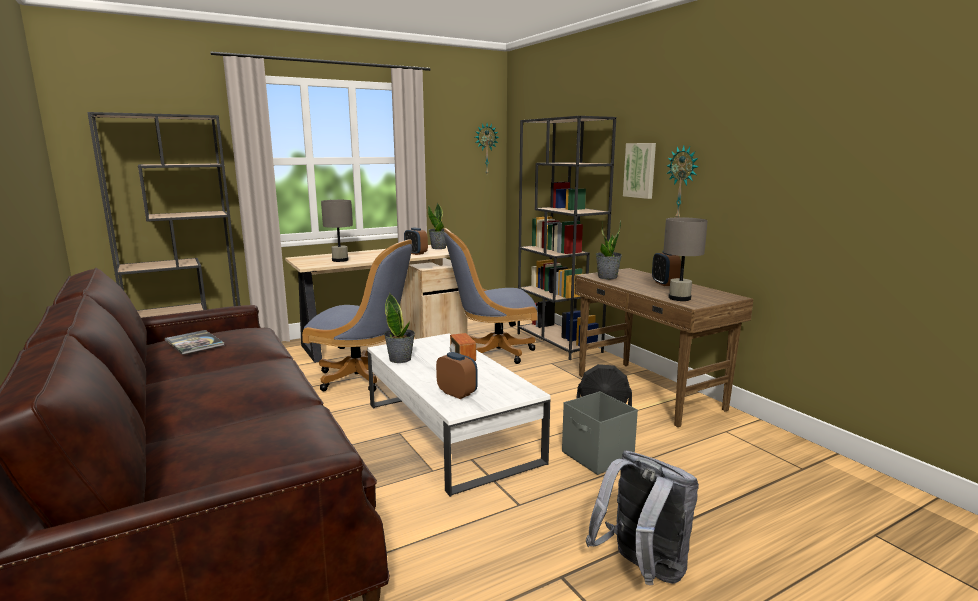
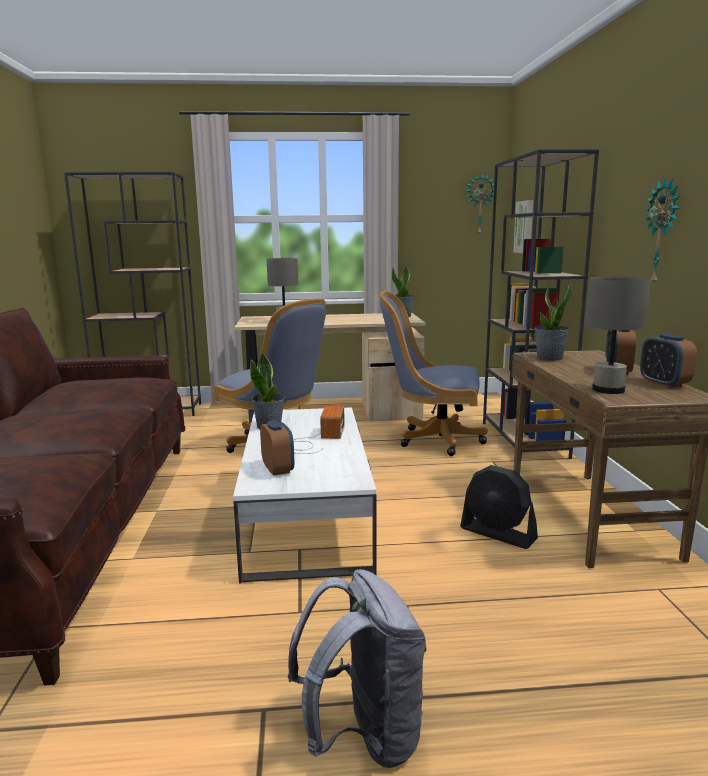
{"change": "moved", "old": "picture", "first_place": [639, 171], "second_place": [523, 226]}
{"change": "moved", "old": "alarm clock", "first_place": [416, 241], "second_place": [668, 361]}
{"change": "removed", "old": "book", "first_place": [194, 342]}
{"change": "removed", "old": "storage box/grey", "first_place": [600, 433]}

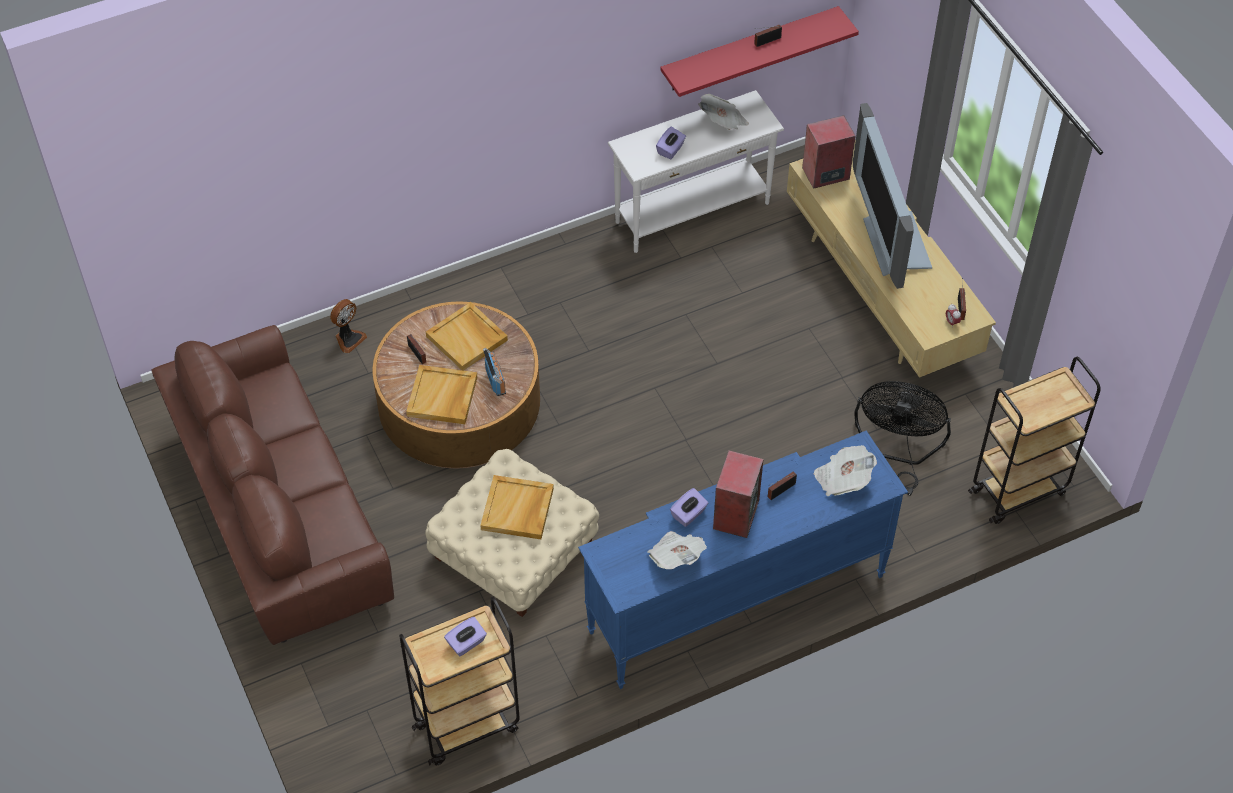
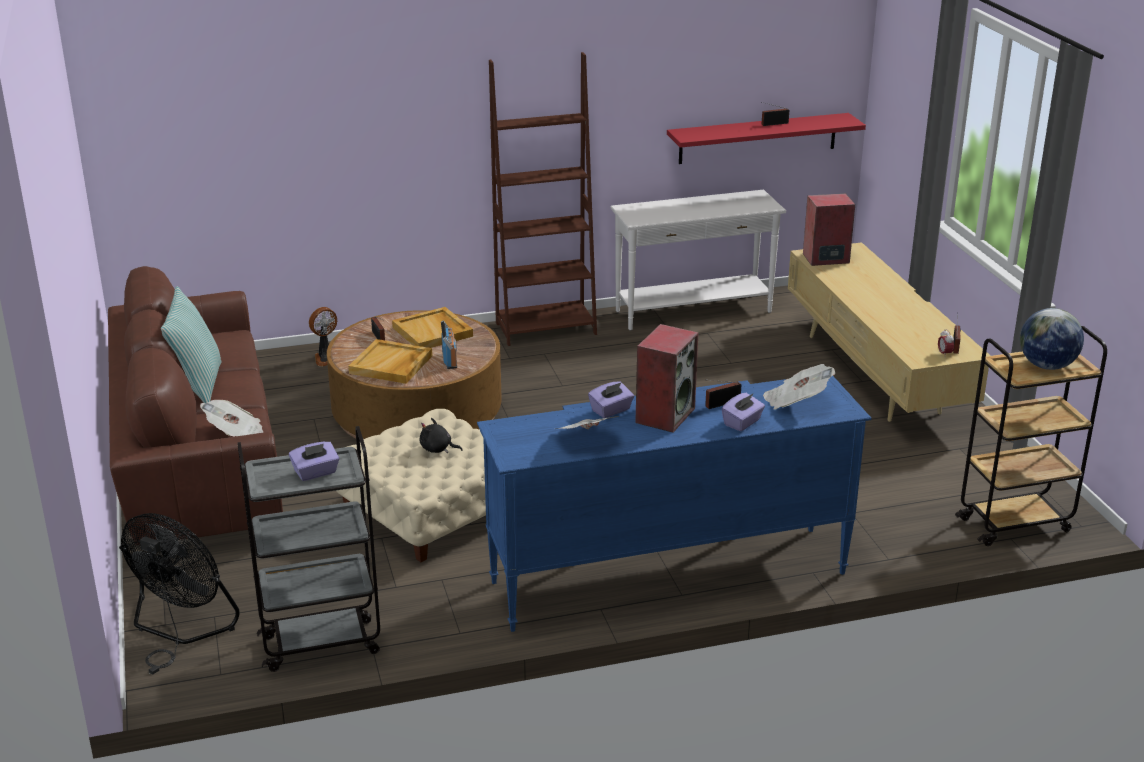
{"change": "moved", "old": "fan/black", "first_place": [902, 438], "second_place": [179, 594]}
{"change": "added", "new": "pillow", "second_place": [191, 344]}
{"change": "moved", "old": "newspaper", "first_place": [723, 112], "second_place": [231, 418]}
{"change": "recoloured", "old": "cart/brown", "new": "cart/grey", "first_place": [459, 681], "second_place": [308, 549]}
{"change": "replaced", "old": "tray/beige", "new": "plush toy/black", "first_place": [517, 507], "second_place": [441, 435]}
{"change": "added", "new": "bookcase/brown", "second_place": [543, 199]}
{"change": "moved", "old": "tissue box/purple", "first_place": [671, 142], "second_place": [743, 412]}
{"change": "added", "new": "globe", "second_place": [1052, 339]}
{"change": "removed", "old": "television", "first_place": [892, 196]}

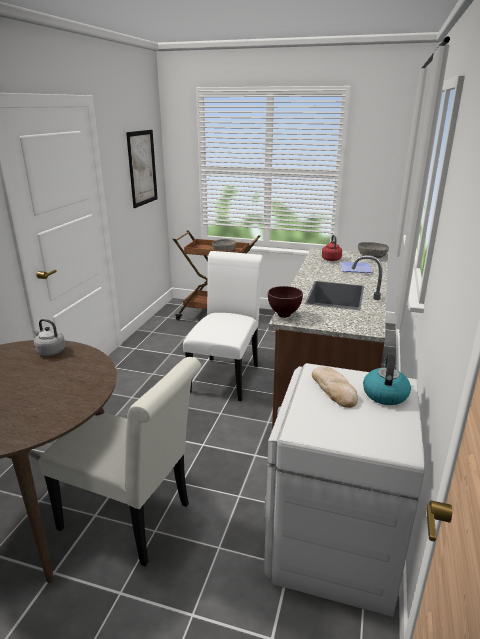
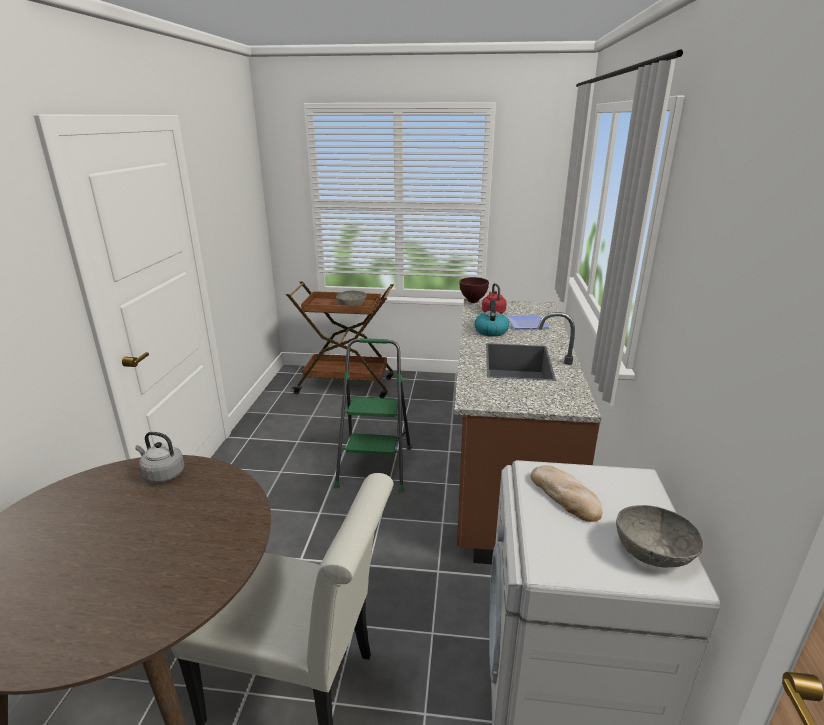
{"change": "replaced", "old": "chair/white", "new": "step ladder/green", "first_place": [223, 326], "second_place": [372, 415]}
{"change": "moved", "old": "bowl/brown", "first_place": [285, 302], "second_place": [474, 290]}
{"change": "moved", "old": "kettle", "first_place": [387, 379], "second_place": [491, 318]}
{"change": "moved", "old": "bowl/grey", "first_place": [373, 250], "second_place": [660, 536]}
{"change": "removed", "old": "picture", "first_place": [142, 169]}

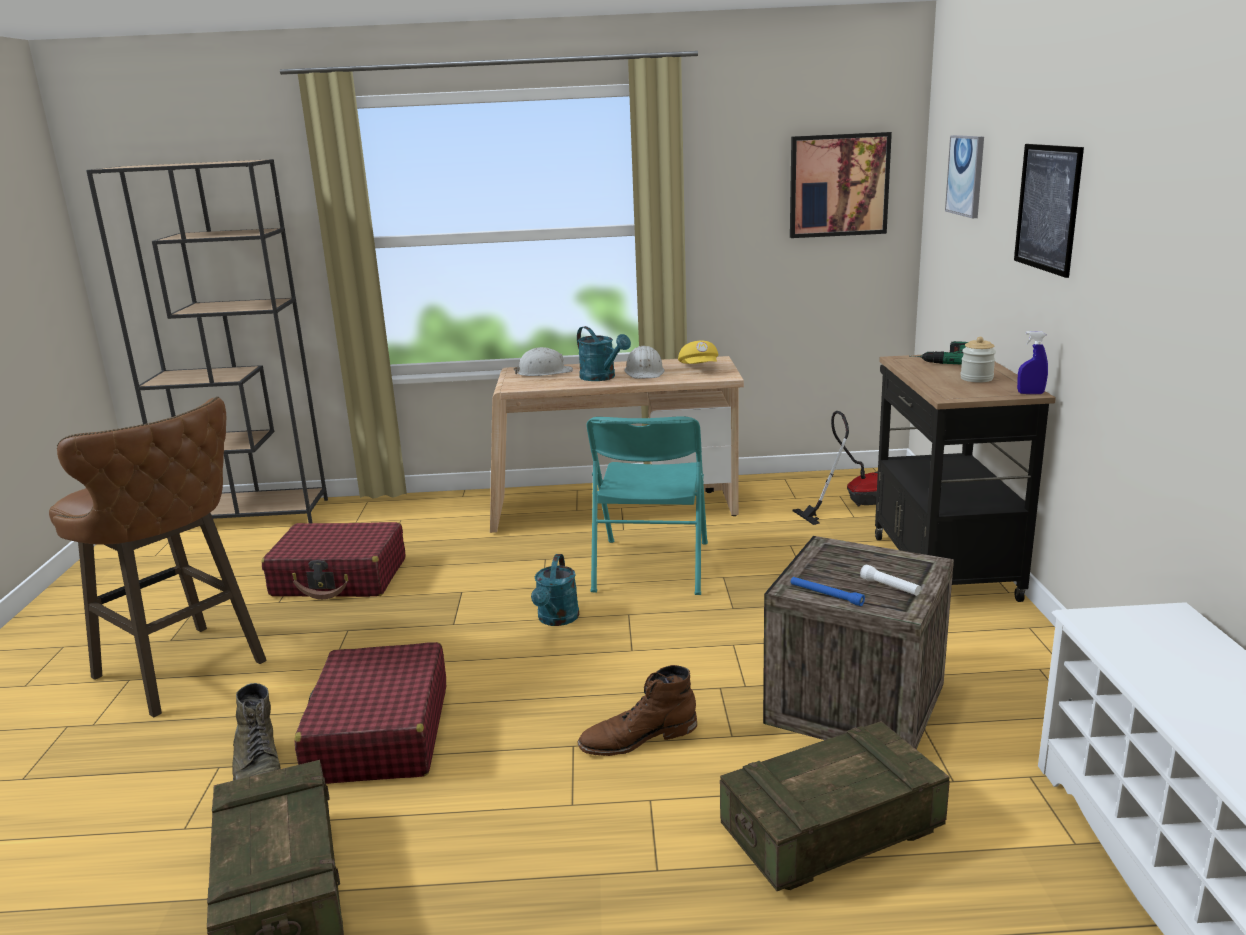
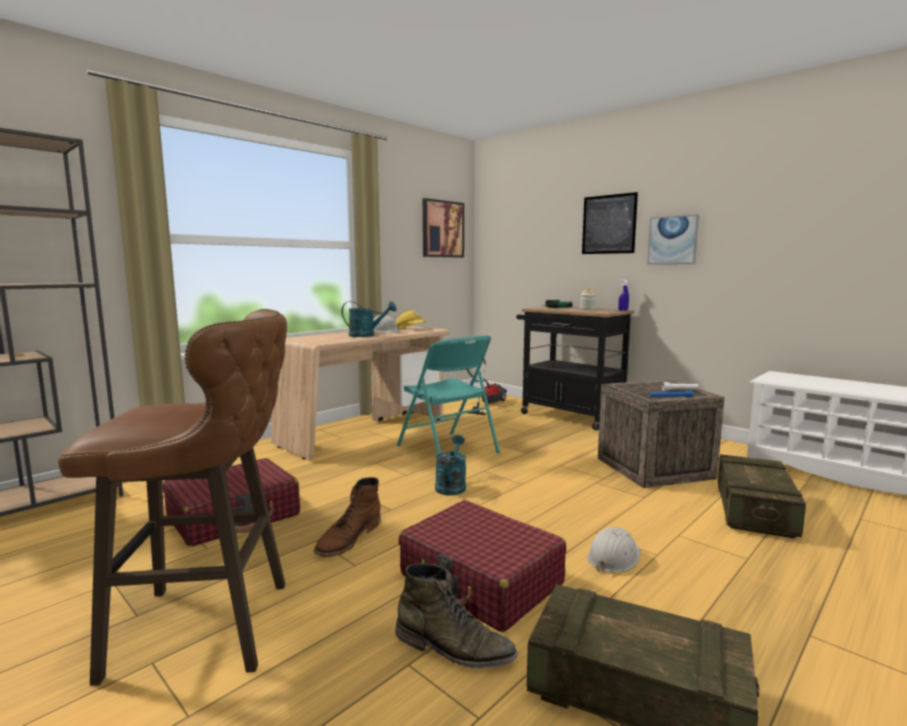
{"change": "moved", "old": "boot/brown", "first_place": [637, 710], "second_place": [347, 517]}
{"change": "turned", "old": "watering can/turquoise", "first_place": [555, 590], "second_place": [450, 465], "degrees": -135}
{"change": "moved", "old": "hard hat/white", "first_place": [543, 361], "second_place": [613, 550]}
{"change": "moved", "old": "picture", "first_place": [964, 176], "second_place": [673, 239]}

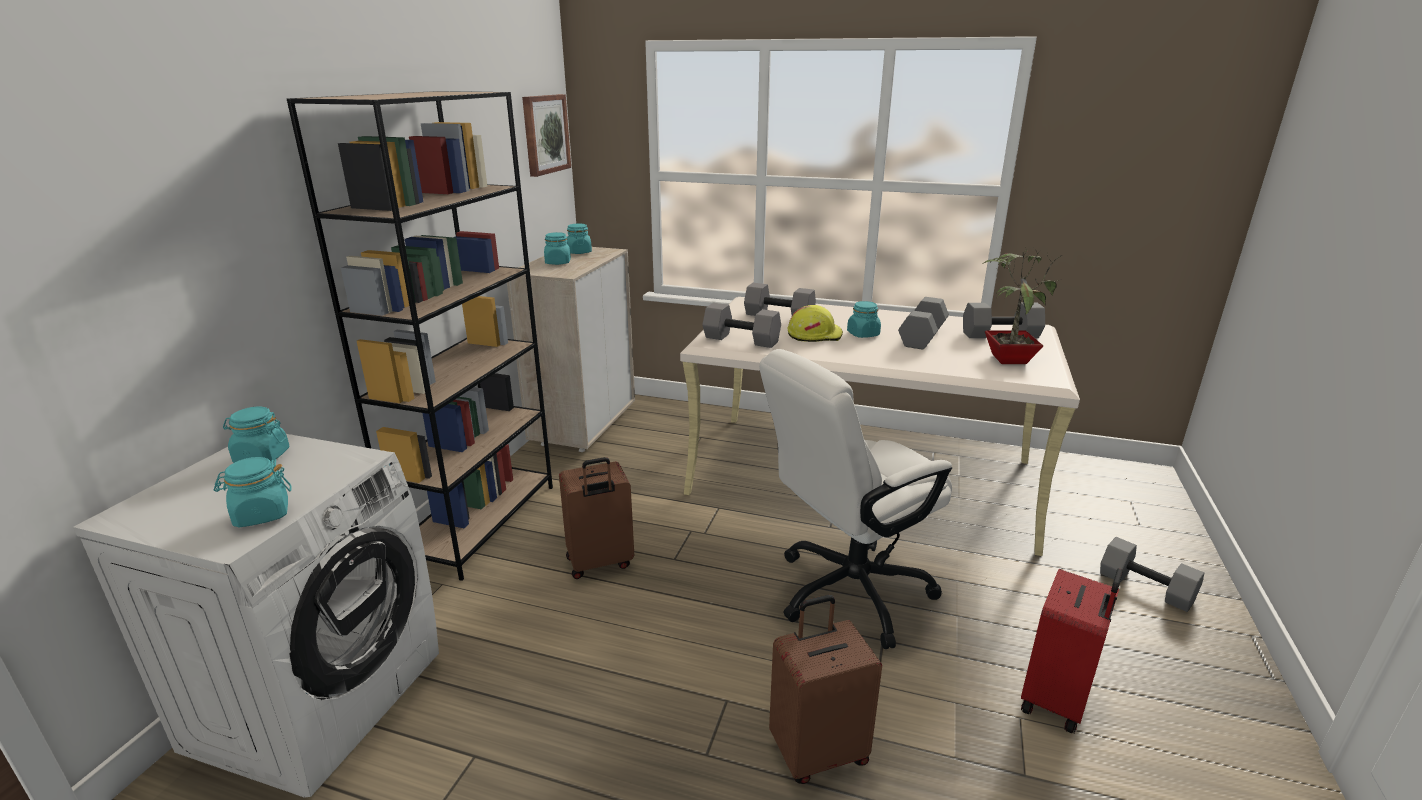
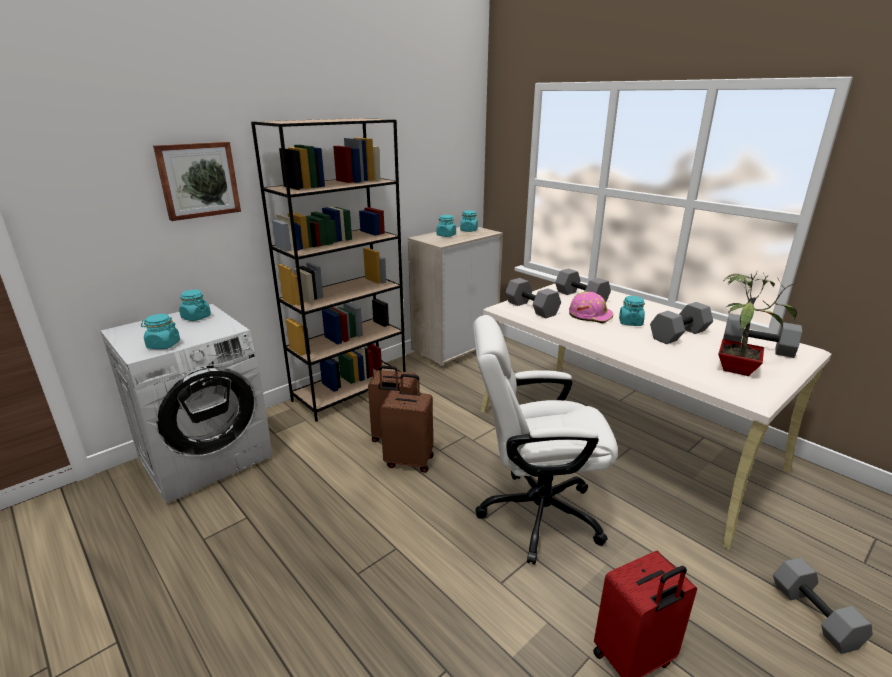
{"change": "moved", "old": "picture", "first_place": [546, 135], "second_place": [197, 181]}
{"change": "moved", "old": "suitcase/brown", "first_place": [825, 689], "second_place": [407, 423]}
{"change": "recoloured", "old": "hard hat/yellow", "new": "hard hat/pink", "first_place": [815, 323], "second_place": [591, 307]}

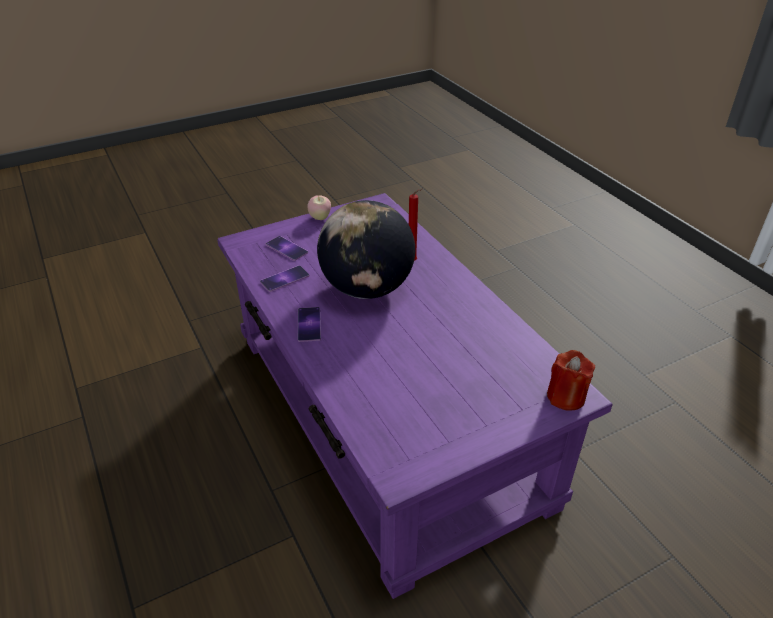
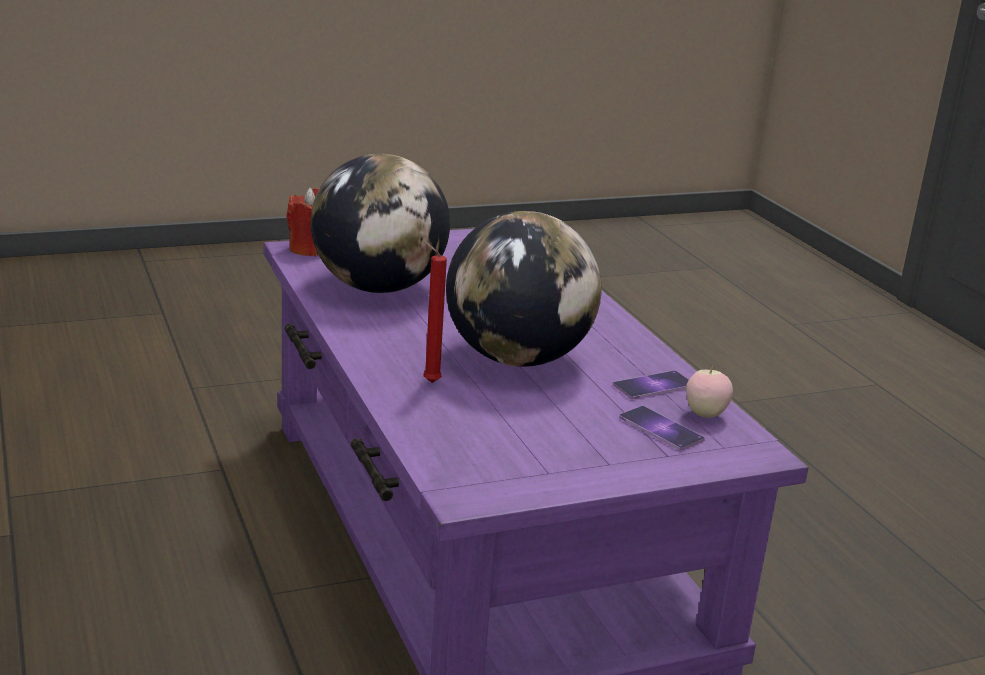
{"change": "added", "new": "globe", "second_place": [380, 223]}
{"change": "moved", "old": "apple", "first_place": [319, 207], "second_place": [709, 392]}
{"change": "removed", "old": "phone", "first_place": [309, 324]}

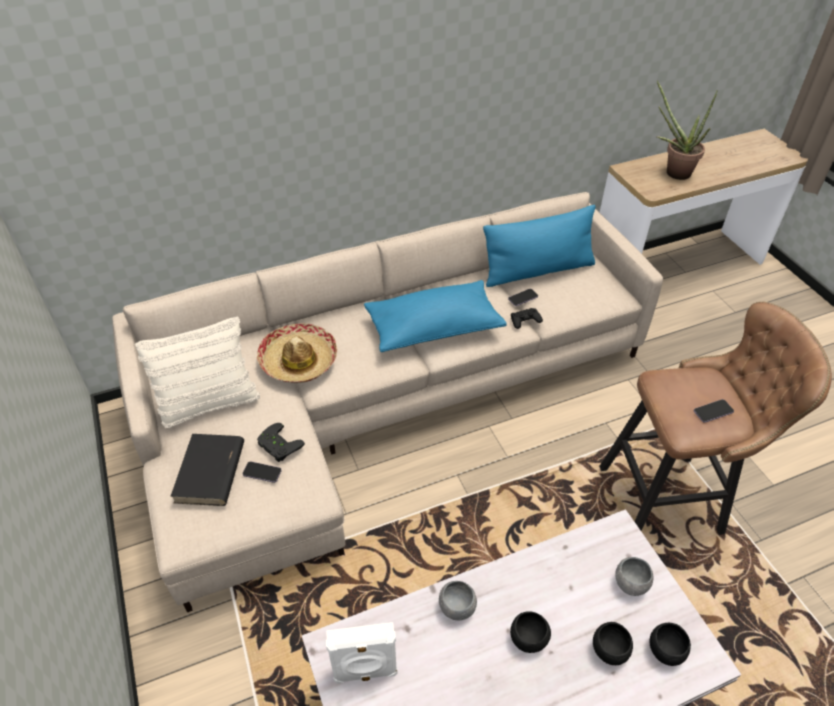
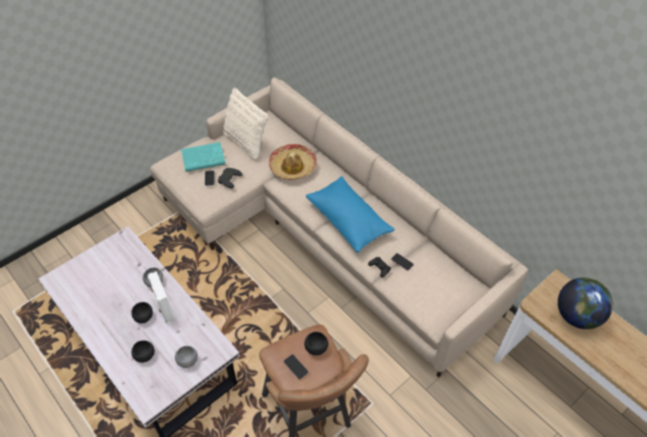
{"change": "moved", "old": "speaker/white", "first_place": [362, 653], "second_place": [161, 297]}
{"change": "recoloured", "old": "book/black", "new": "book/turquoise", "first_place": [207, 470], "second_place": [203, 157]}
{"change": "moved", "old": "bowl/black", "first_place": [670, 644], "second_place": [316, 343]}
{"change": "replaced", "old": "potted plant", "new": "globe", "first_place": [687, 130], "second_place": [585, 303]}
{"change": "removed", "old": "pillow/blue", "first_place": [539, 246]}

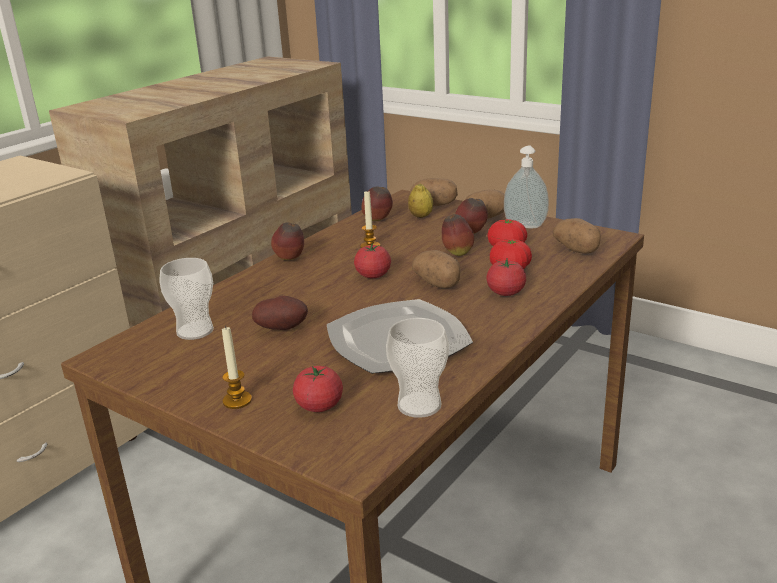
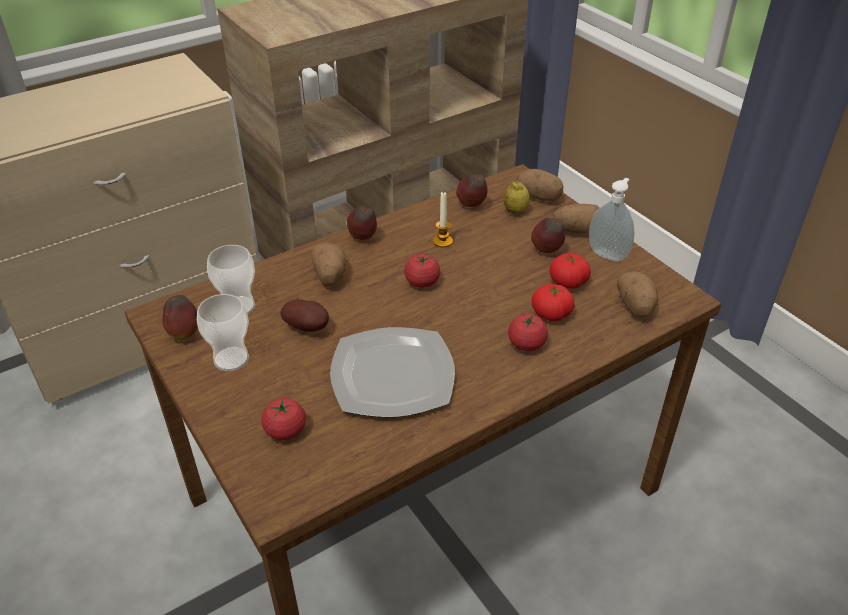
{"change": "moved", "old": "apple", "first_place": [458, 235], "second_place": [180, 318]}
{"change": "moved", "old": "cup", "first_place": [417, 368], "second_place": [223, 332]}
{"change": "moved", "old": "potato", "first_place": [436, 269], "second_place": [328, 264]}
{"change": "removed", "old": "candle", "first_place": [237, 367]}

